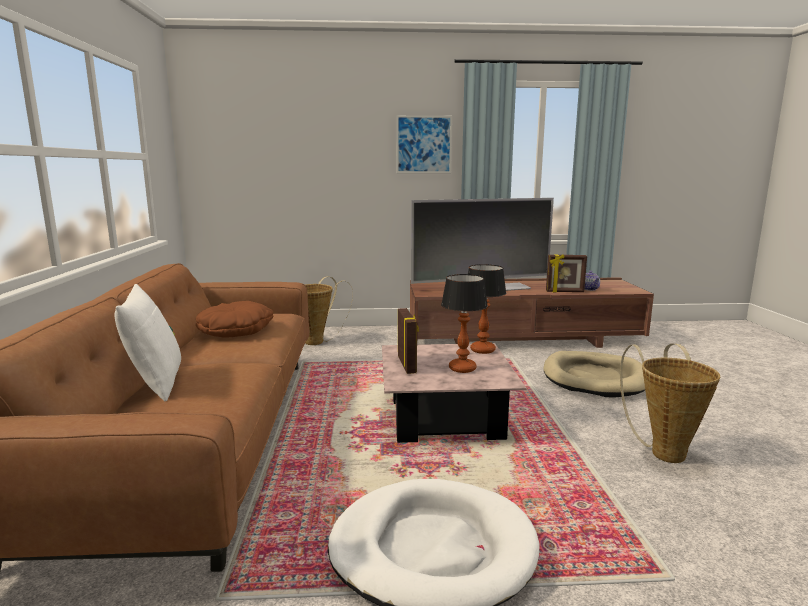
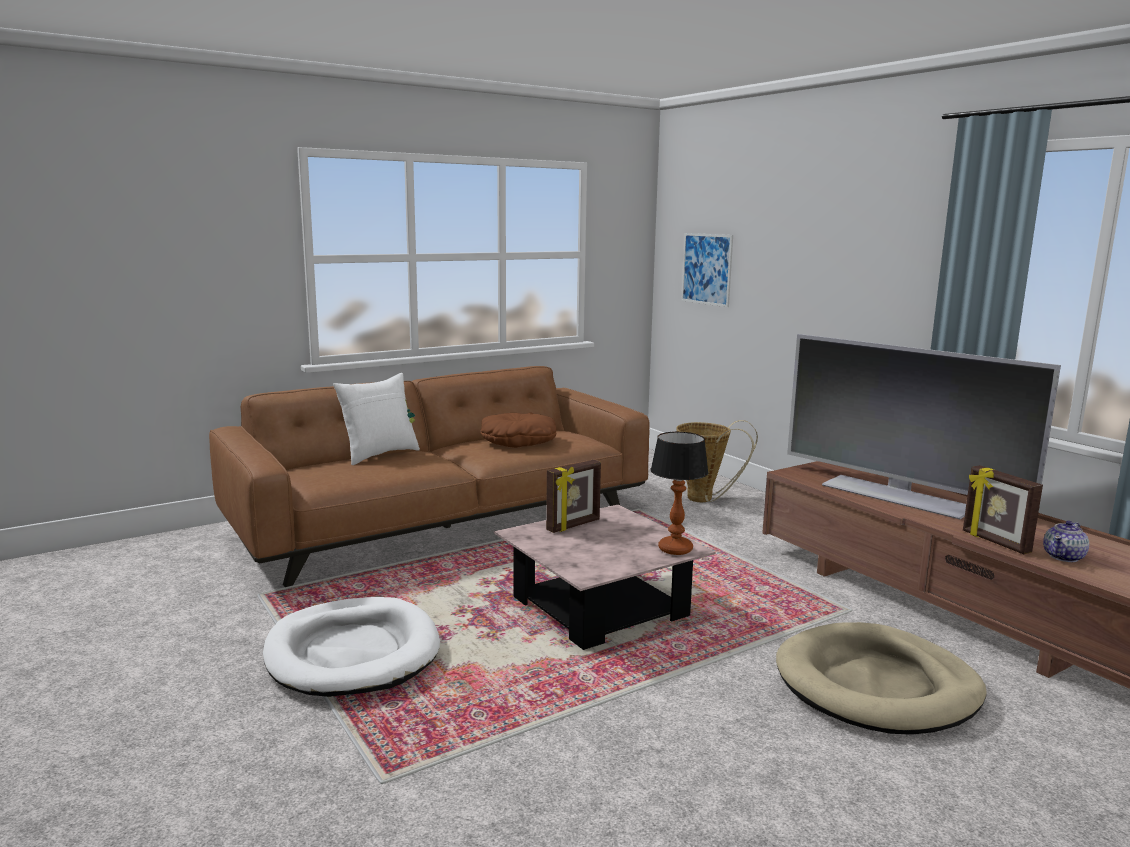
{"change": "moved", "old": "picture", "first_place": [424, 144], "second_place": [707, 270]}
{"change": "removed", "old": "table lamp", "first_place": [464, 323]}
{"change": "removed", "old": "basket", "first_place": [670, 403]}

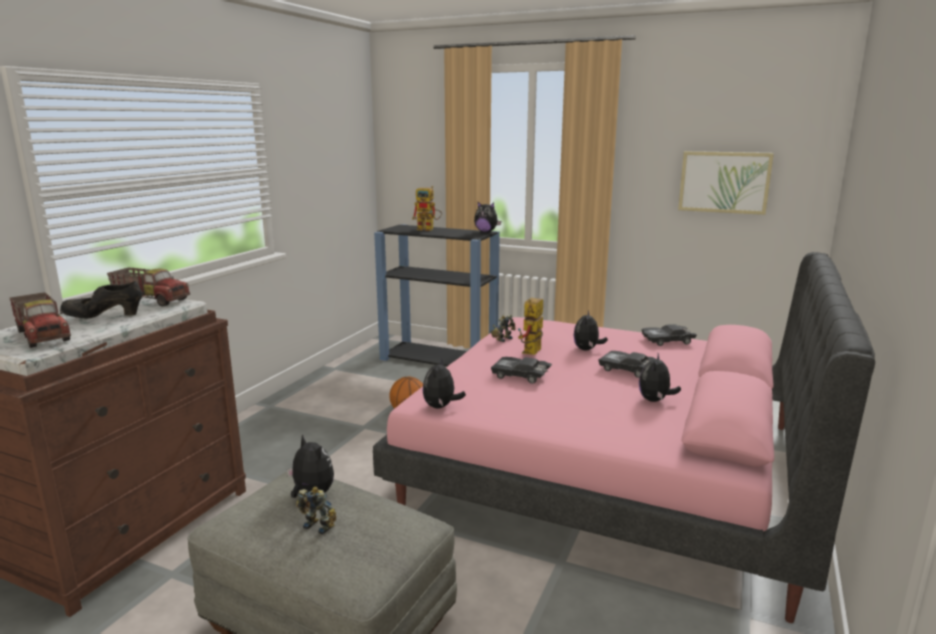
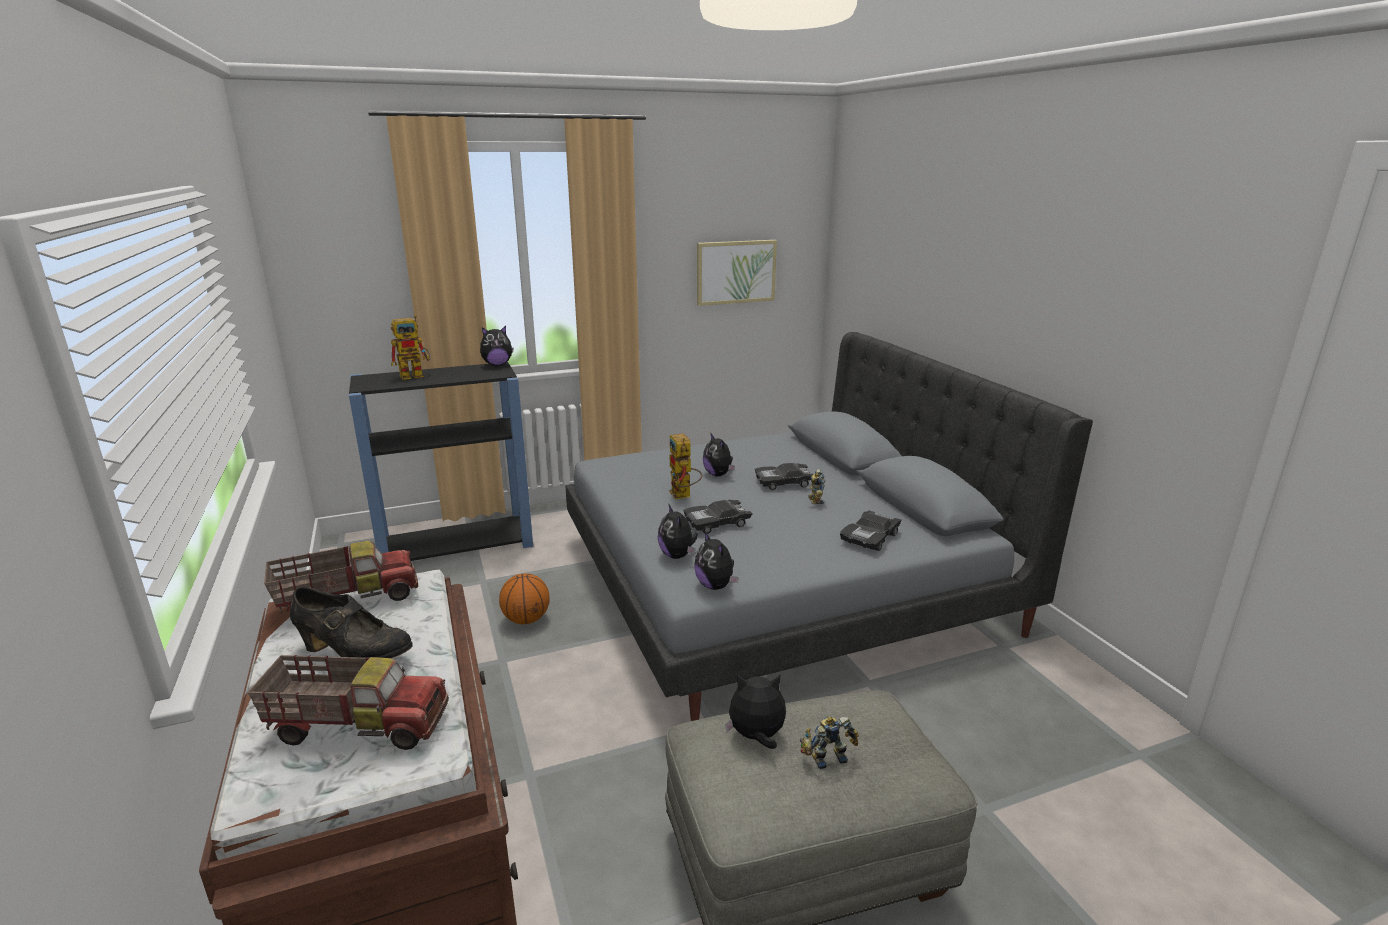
{"change": "turned", "old": "shoe/black", "first_place": [101, 299], "second_place": [351, 622], "degrees": -105}
{"change": "recoloured", "old": "bed/pink", "new": "bed/grey", "first_place": [624, 437], "second_place": [829, 526]}
{"change": "moved", "old": "plush toy", "first_place": [660, 377], "second_place": [678, 531]}
{"change": "moved", "old": "toy robot", "first_place": [503, 328], "second_place": [817, 486]}
{"change": "moved", "old": "toy car/black", "first_place": [669, 335], "second_place": [871, 530]}

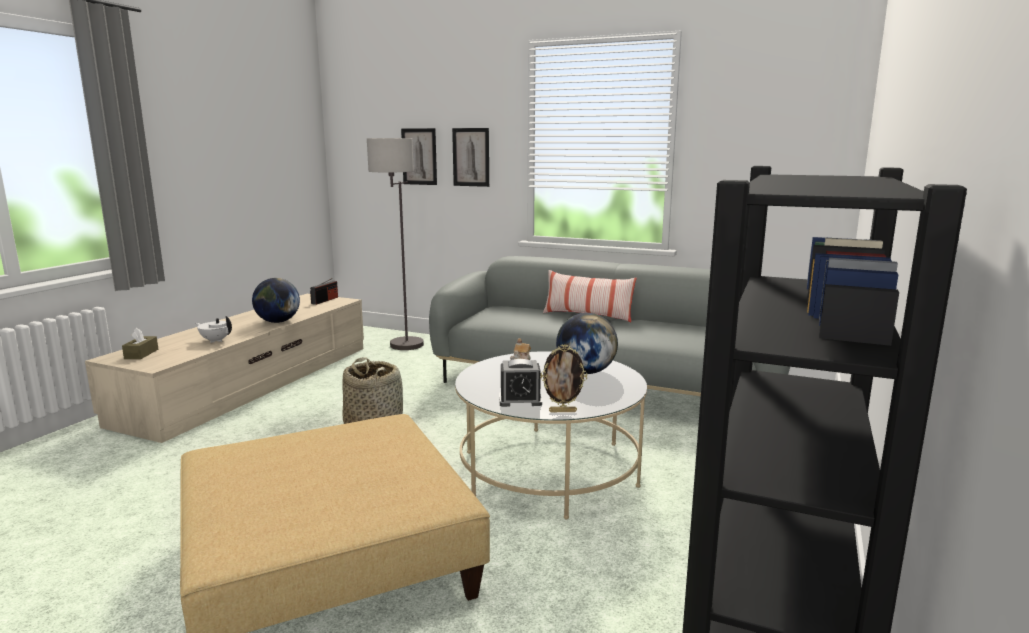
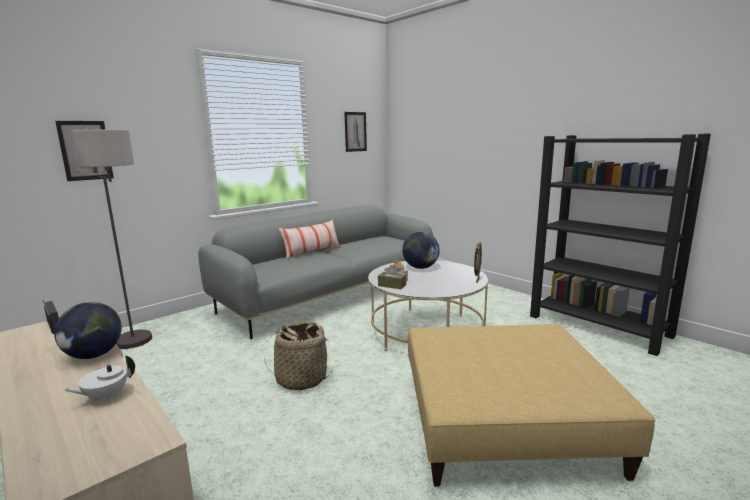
{"change": "moved", "old": "picture", "first_place": [470, 157], "second_place": [355, 132]}
{"change": "moved", "old": "tissue box/brown", "first_place": [140, 343], "second_place": [392, 277]}
{"change": "removed", "old": "alarm clock", "first_place": [520, 383]}

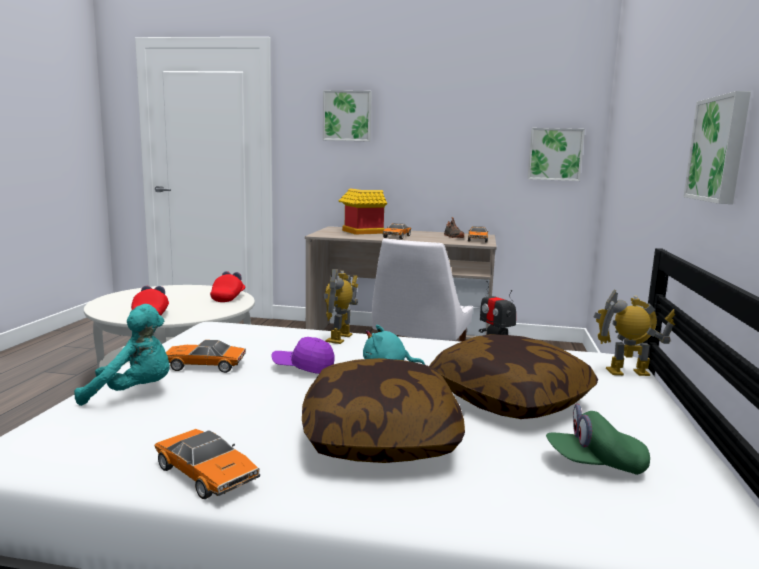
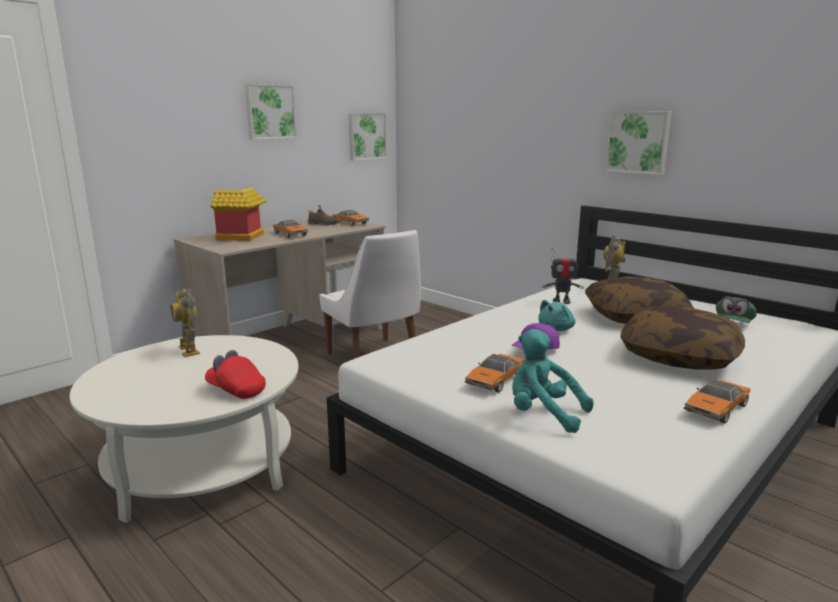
{"change": "moved", "old": "toy robot", "first_place": [341, 306], "second_place": [185, 323]}
{"change": "moved", "old": "picture", "first_place": [347, 116], "second_place": [271, 112]}
{"change": "turned", "old": "plush toy/turquoise", "first_place": [122, 355], "second_place": [553, 381], "degrees": -90}
{"change": "turned", "old": "toy car", "first_place": [207, 464], "second_place": [717, 401], "degrees": 150}
{"change": "removed", "old": "cap/red", "first_place": [227, 286]}

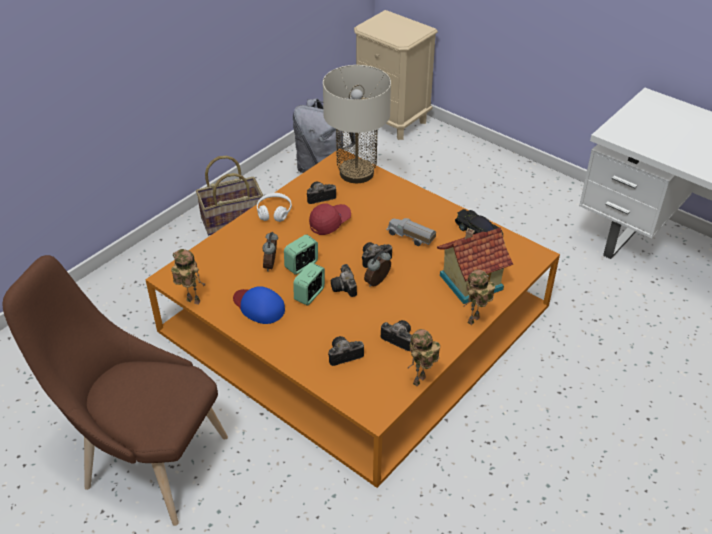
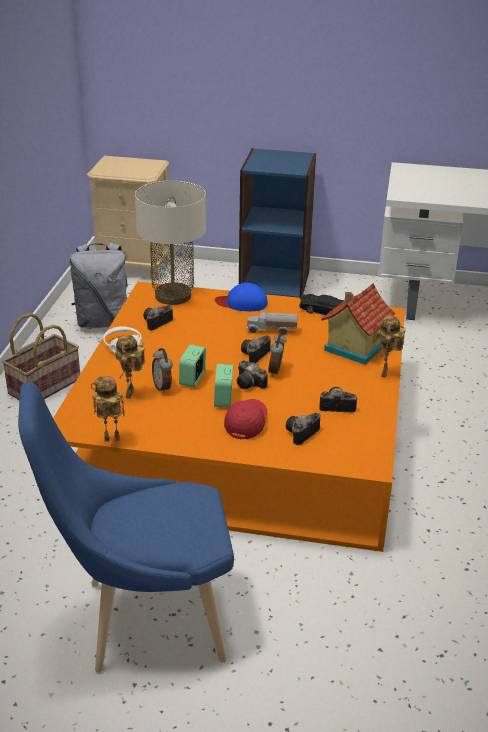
{"change": "recoloured", "old": "chair/brown", "new": "chair/blue", "first_place": [115, 390], "second_place": [126, 527]}
{"change": "moved", "old": "toy robot", "first_place": [424, 357], "second_place": [130, 367]}
{"change": "moved", "old": "cap/blue", "first_place": [259, 305], "second_place": [241, 297]}
{"change": "moved", "old": "cap/red", "first_place": [330, 219], "second_place": [245, 419]}
{"change": "added", "new": "bookcase/blue", "second_place": [277, 223]}

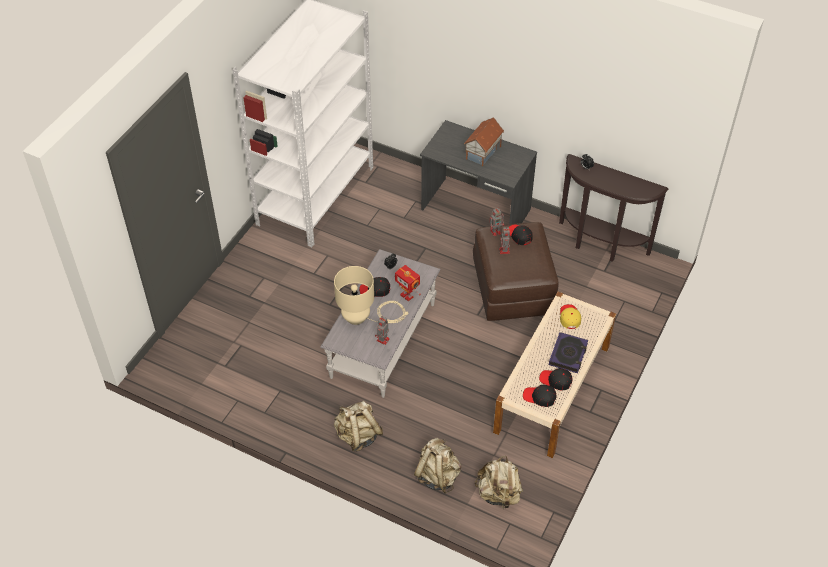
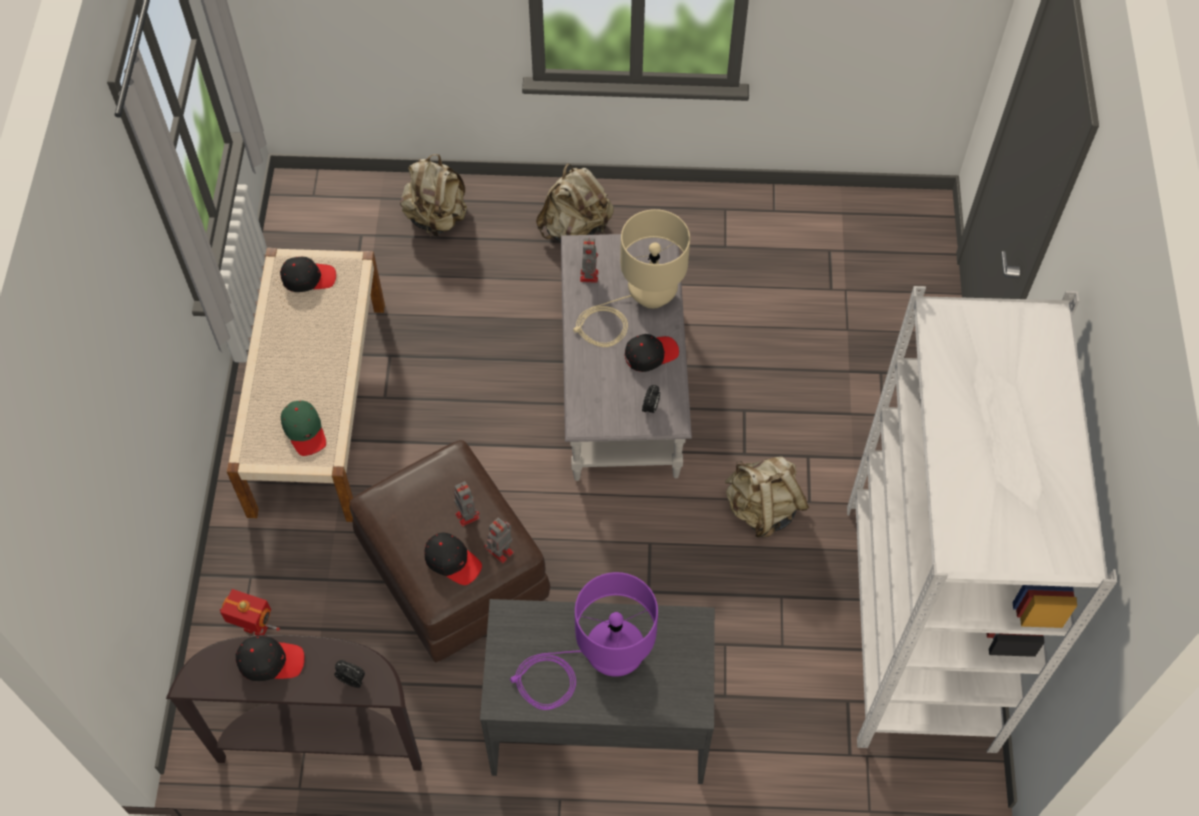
{"change": "moved", "old": "toy robot", "first_place": [408, 283], "second_place": [250, 612]}
{"change": "moved", "old": "cap/black", "first_place": [556, 379], "second_place": [270, 658]}
{"change": "recoloured", "old": "cap/yellow", "new": "cap/green", "first_place": [570, 316], "second_place": [303, 428]}
{"change": "replaced", "old": "toy house", "new": "table lamp/purple", "first_place": [484, 141], "second_place": [584, 641]}
{"change": "moved", "old": "backpack/beige", "first_place": [499, 482], "second_place": [767, 497]}
{"change": "removed", "old": "book", "first_place": [568, 352]}

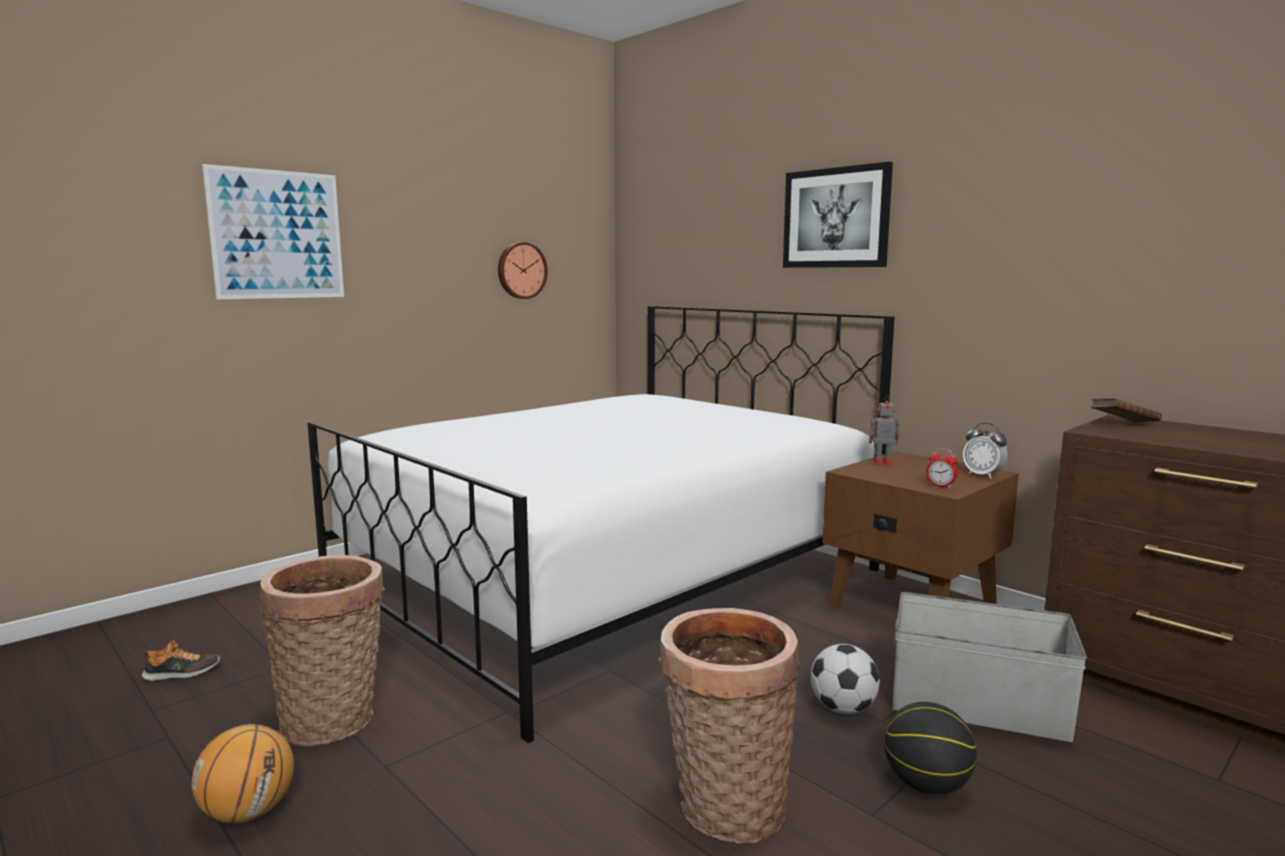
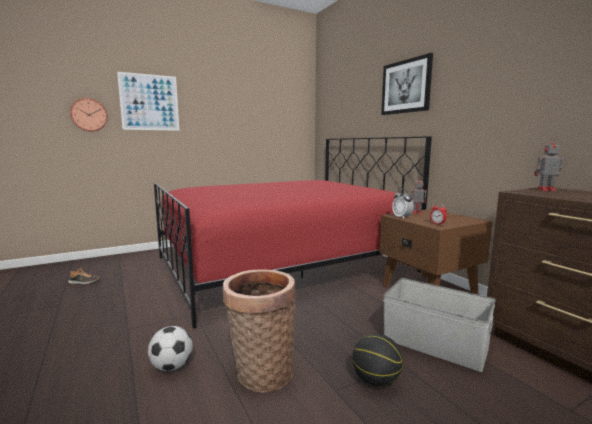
{"change": "moved", "old": "wall clock", "first_place": [523, 270], "second_place": [89, 115]}
{"change": "moved", "old": "football", "first_place": [845, 679], "second_place": [170, 348]}
{"change": "recoloured", "old": "bed/white", "new": "bed/red", "first_place": [601, 524], "second_place": [293, 232]}
{"change": "moved", "old": "alarm clock", "first_place": [985, 451], "second_place": [403, 204]}
{"change": "replaced", "old": "book/brown", "new": "toy robot", "first_place": [1126, 410], "second_place": [548, 165]}
{"change": "removed", "old": "basketball", "first_place": [243, 774]}
{"change": "removed", "old": "basket", "first_place": [322, 650]}

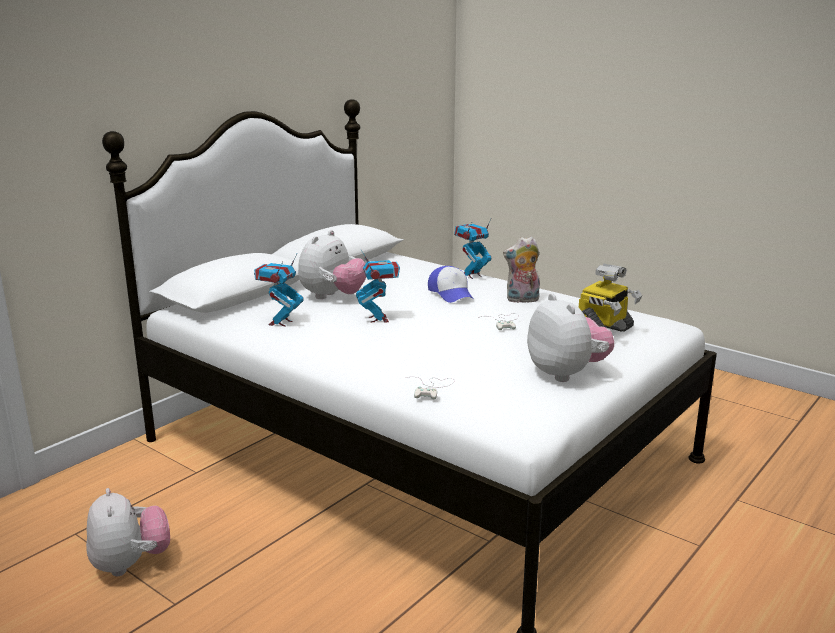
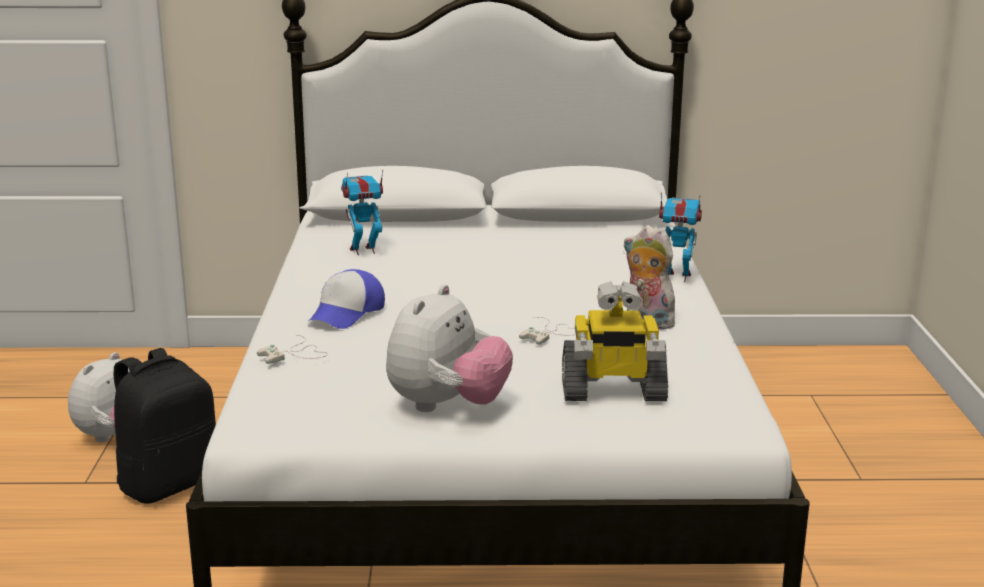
{"change": "added", "new": "backpack/black", "second_place": [165, 426]}
{"change": "moved", "old": "cap", "first_place": [450, 284], "second_place": [347, 299]}
{"change": "removed", "old": "plush toy", "first_place": [332, 264]}
{"change": "removed", "old": "toy robot", "first_place": [378, 286]}

